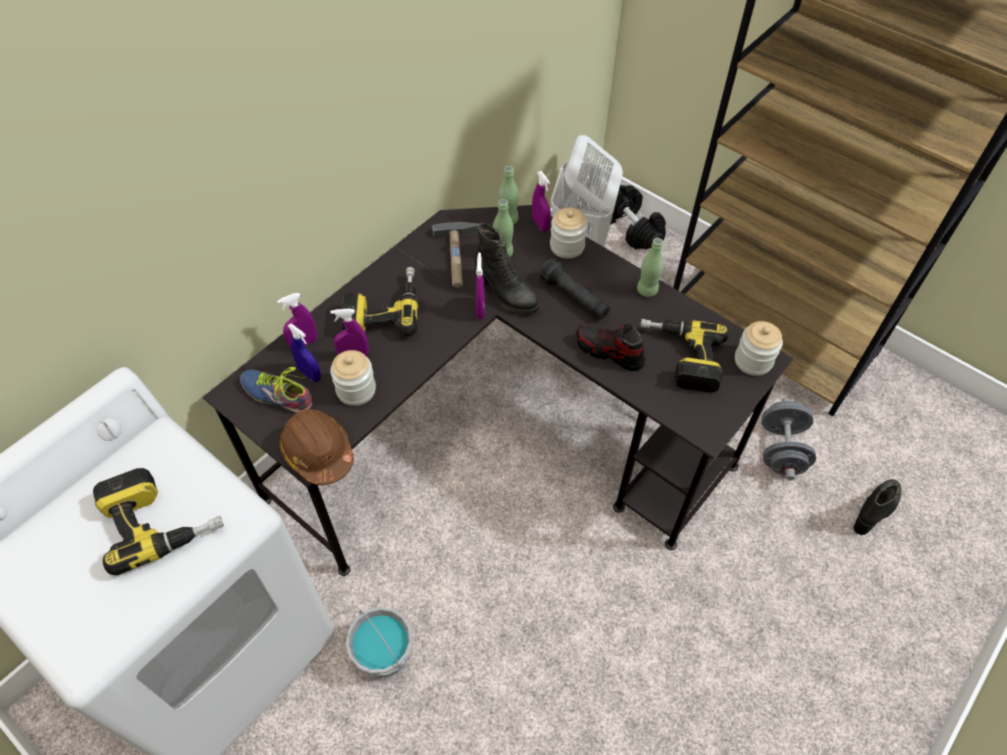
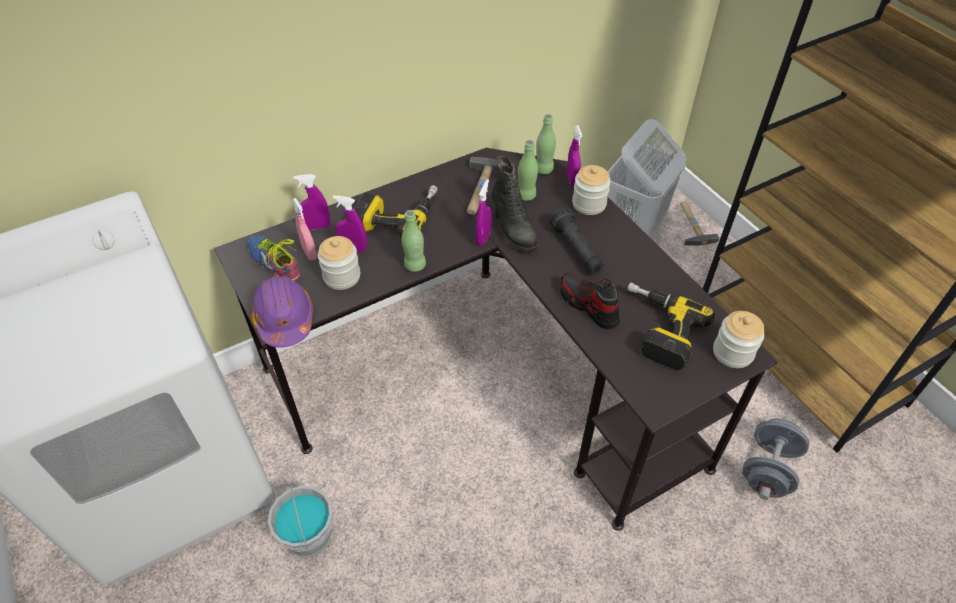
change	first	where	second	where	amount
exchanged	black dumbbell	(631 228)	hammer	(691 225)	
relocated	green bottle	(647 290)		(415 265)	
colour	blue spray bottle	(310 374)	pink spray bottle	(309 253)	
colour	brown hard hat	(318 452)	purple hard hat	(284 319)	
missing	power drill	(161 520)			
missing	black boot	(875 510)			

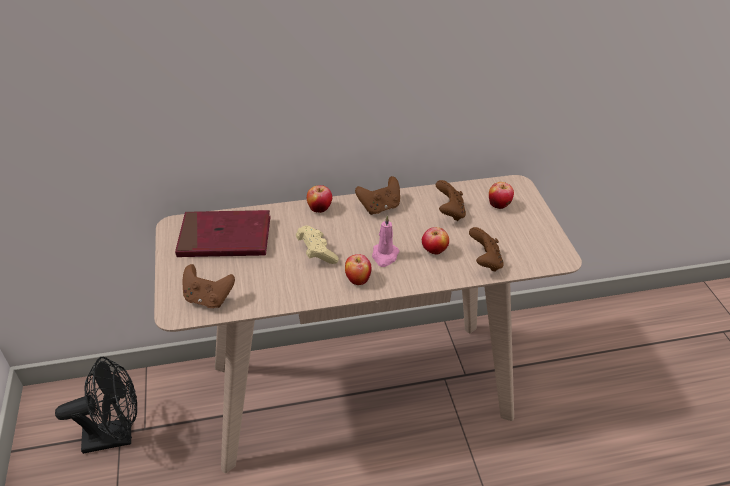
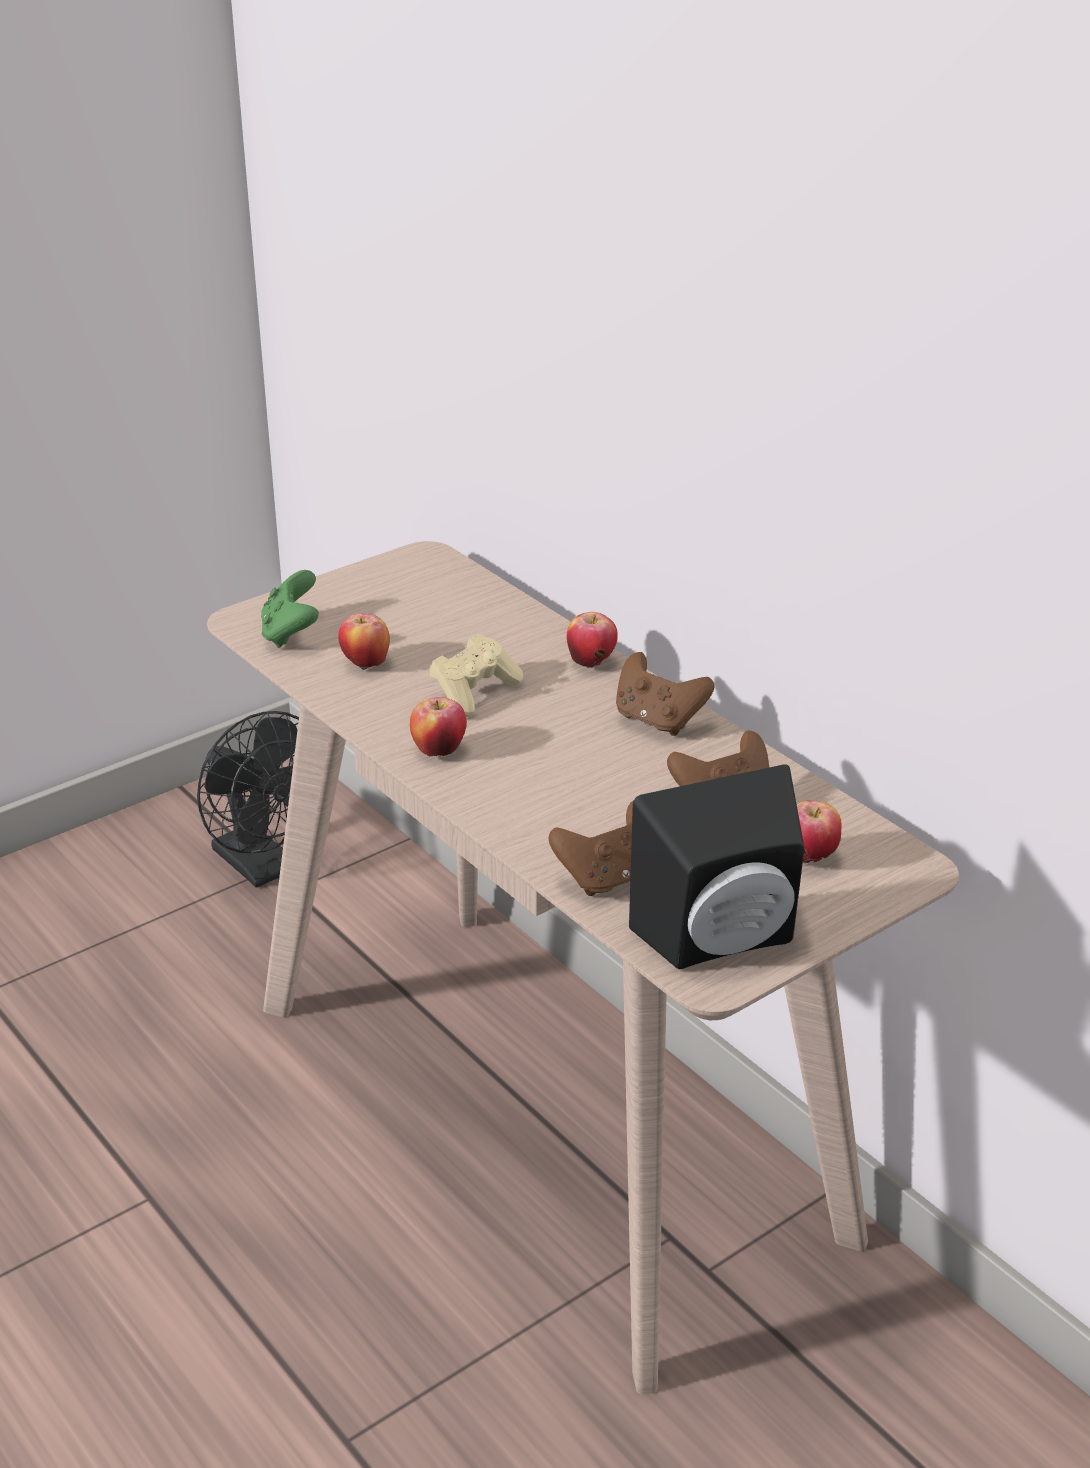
change	first	where	second	where	amount
missing	red book	(225 238)			
missing	pink candle	(384 256)			
relocated	apple	(434 251)		(365 664)	
colour	brown game controller	(208 298)	green game controller	(291 634)	
appeared			black speaker	(724 942)	

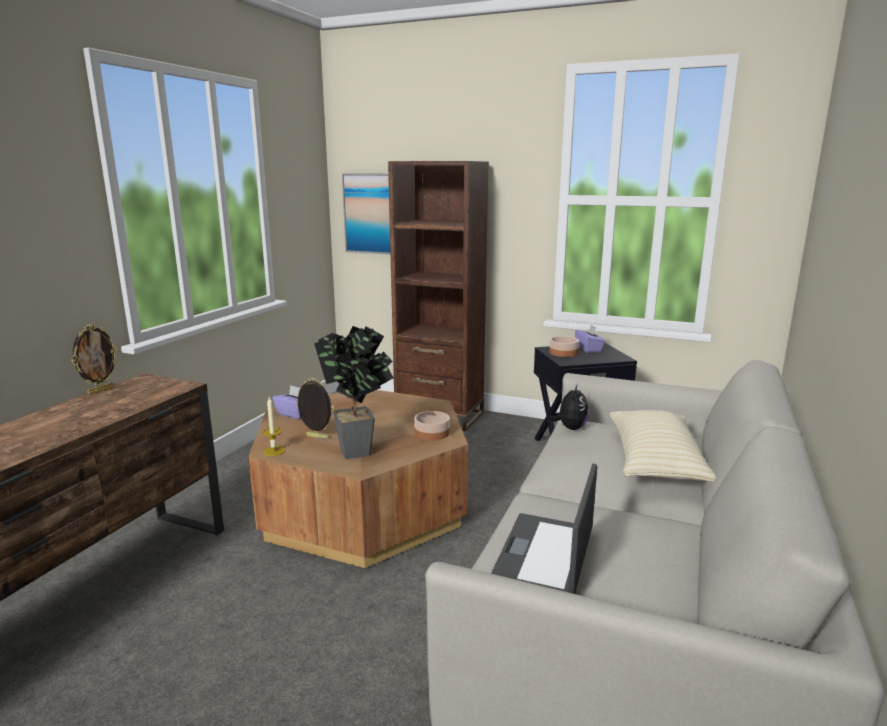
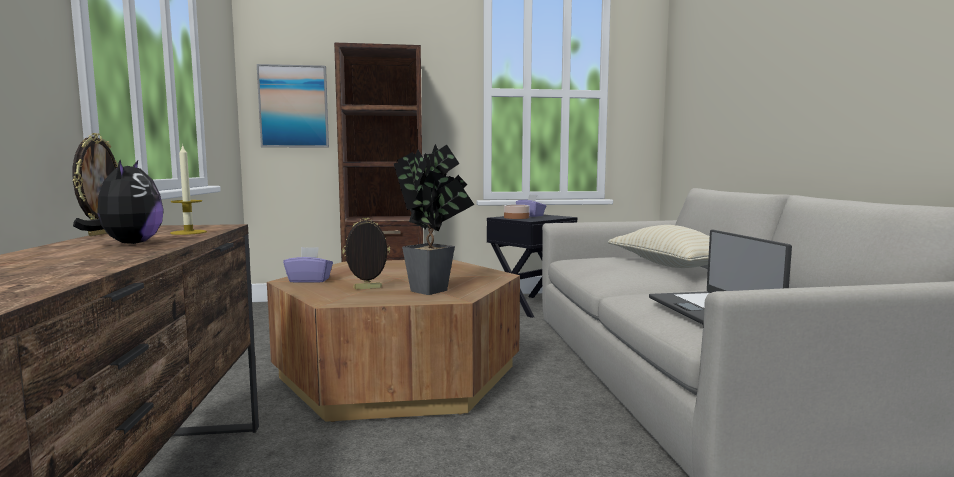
change	first	where	second	where	amount
relocated	plush toy	(570 428)		(129 244)	
relocated	candle	(274 451)		(188 232)	
missing	bowl	(432 433)			

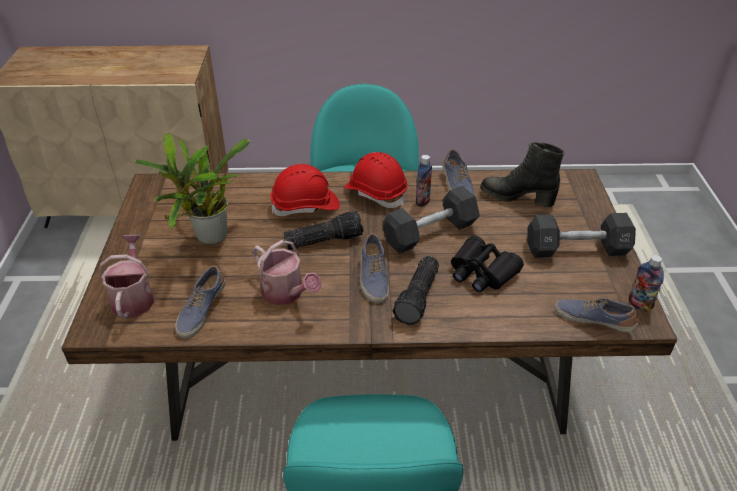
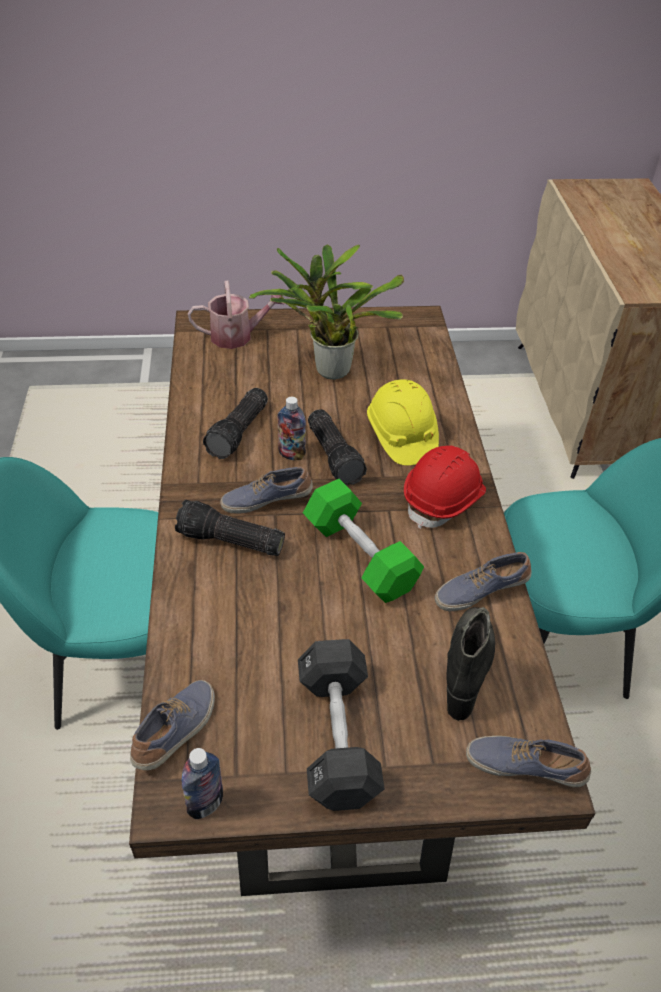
change	first	where	second	where	amount
relocated	bottle	(422 201)		(291 454)	
colour	red hard hat	(305 206)	yellow hard hat	(401 436)	
colour	black dumbbell	(430 233)	green dumbbell	(360 555)	
missing	black binoculars	(482 272)			
exchanged	watering can	(286 294)	flashlight	(240 432)	
relocated	shoe	(201 311)		(524 766)	

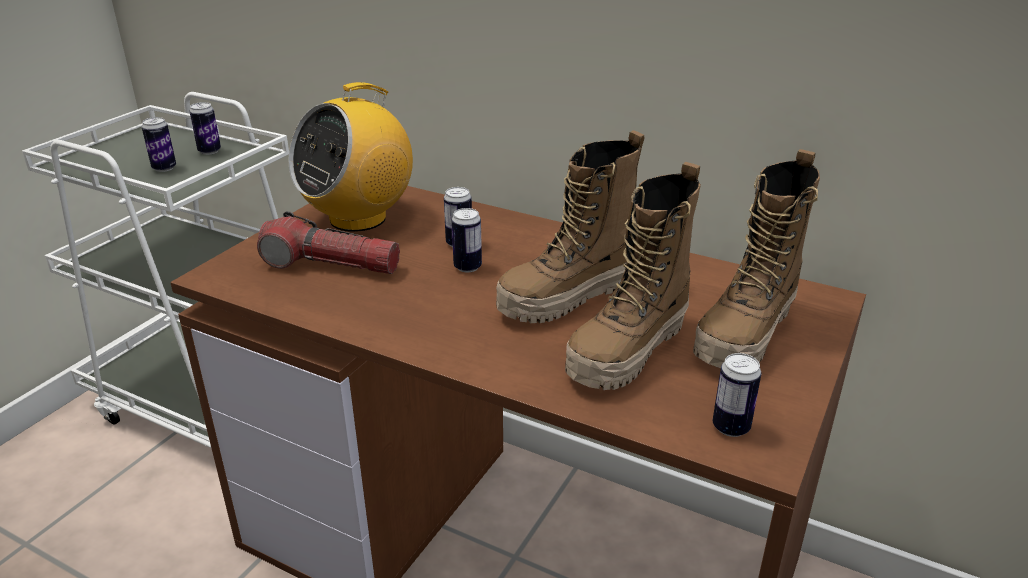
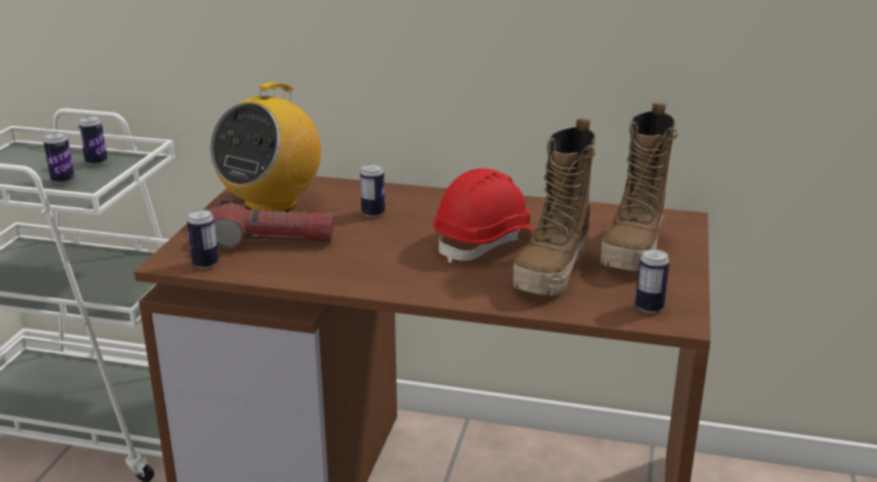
change	first	where	second	where	amount
exchanged	boot	(567 298)	red hard hat	(486 242)	
relocated	can	(467 267)		(205 264)	

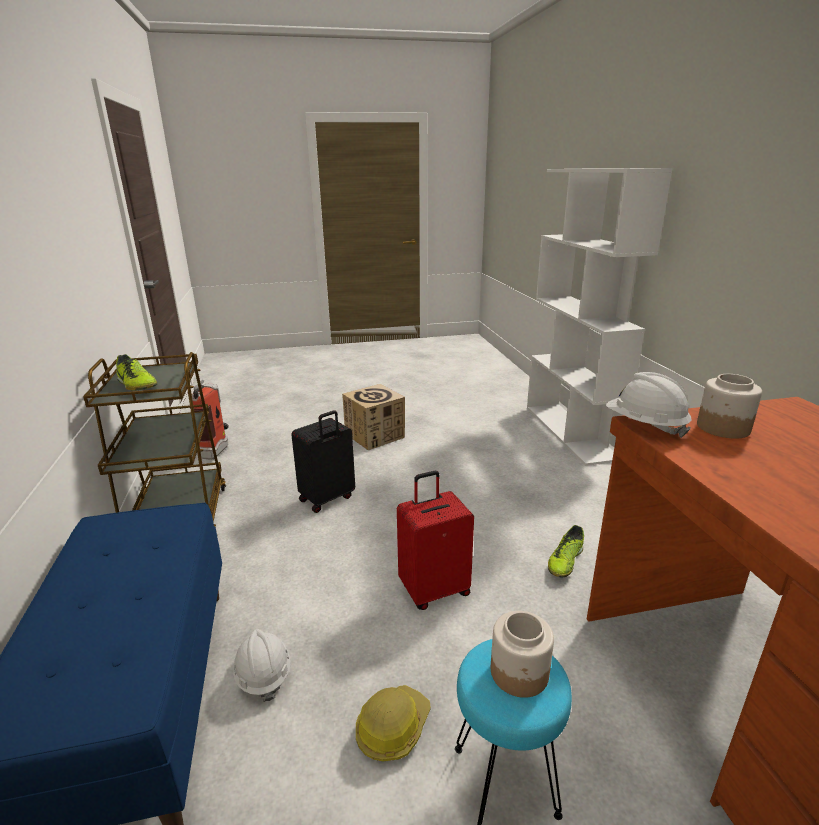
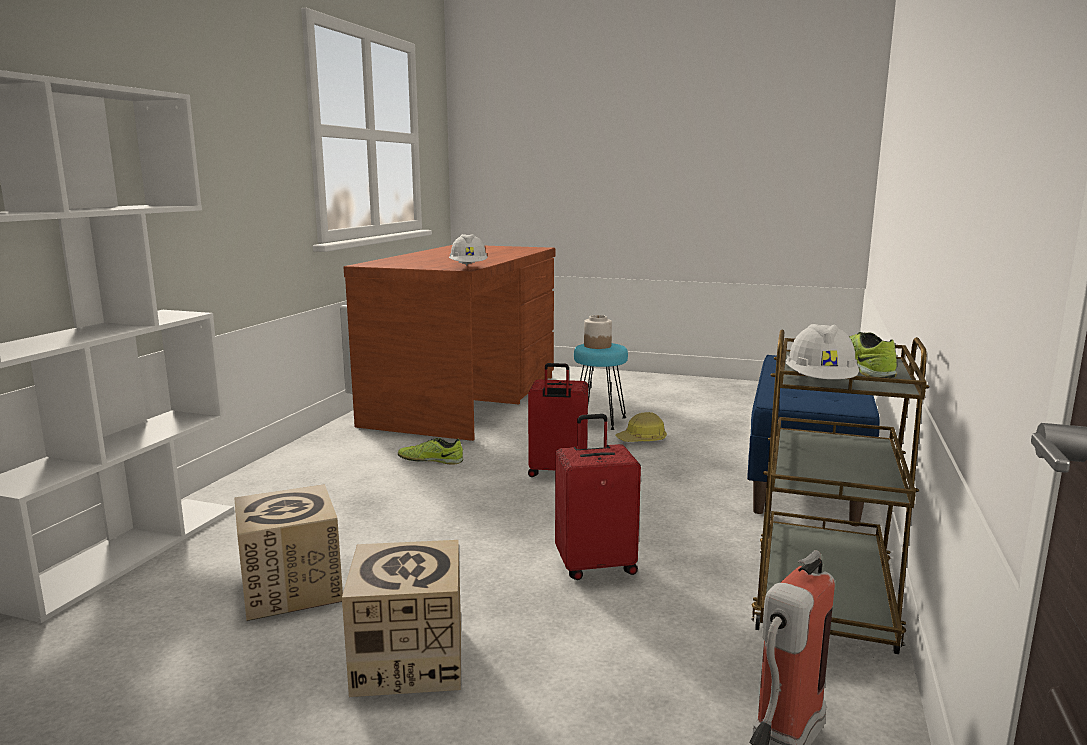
change	first	where	second	where	amount
missing	jar	(722 427)			
colour	black suitcase	(327 499)	red suitcase	(595 565)	
spun	shoe	(565 561)		(431 461)	150 degrees counterclockwise
relocated	white hard hat	(263 674)		(820 384)	
appeared			cardboard box	(291 588)	

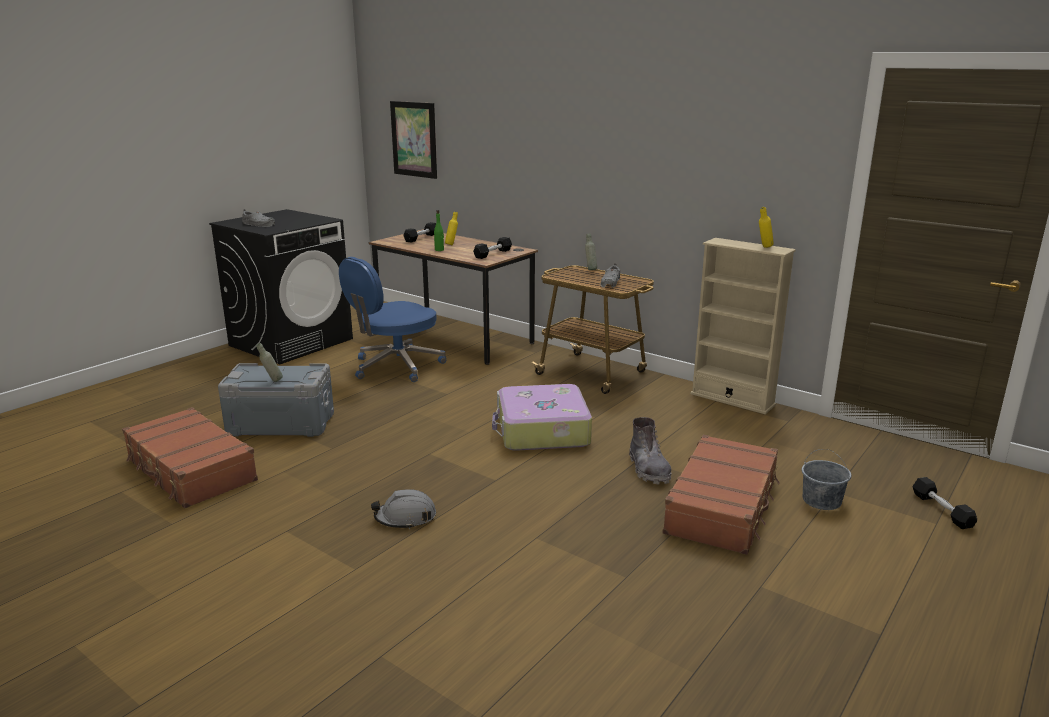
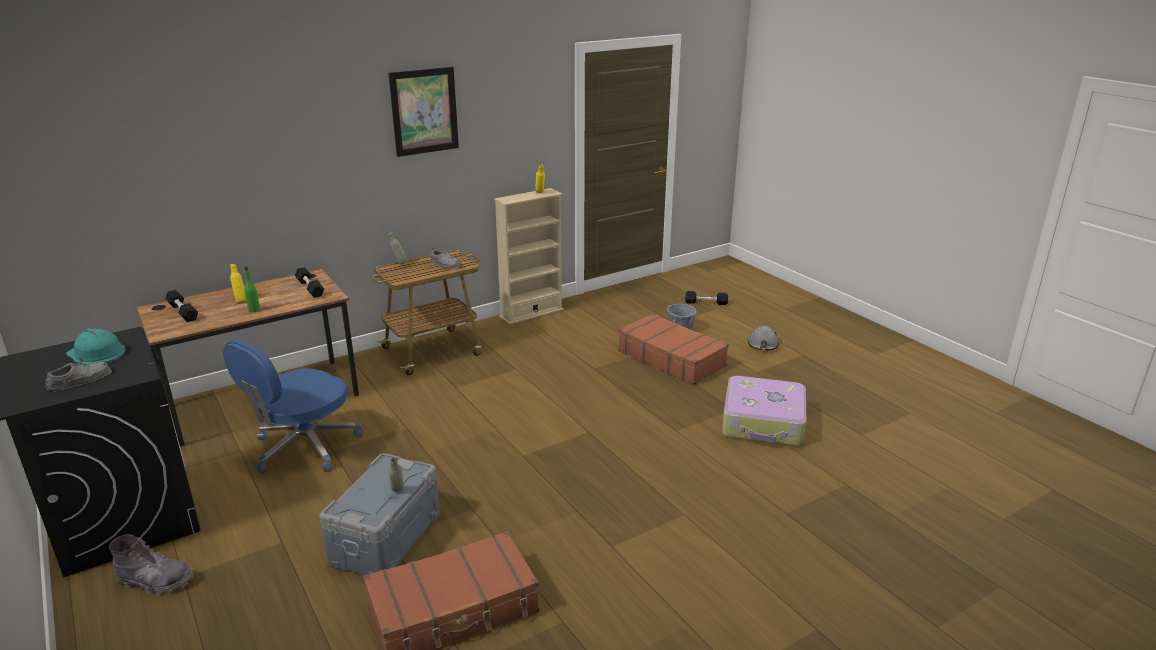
change	first	where	second	where	amount
relocated	picture	(414 139)		(424 111)	
spun	blue office chair	(396 366)		(304 447)	60 degrees clockwise
relocated	suitcase	(541 431)		(763 423)	
relocated	grey boot	(648 469)		(155 581)	
relocated	grey hard hat	(405 518)		(762 345)	
appeared			turquoise hard hat	(96 353)	

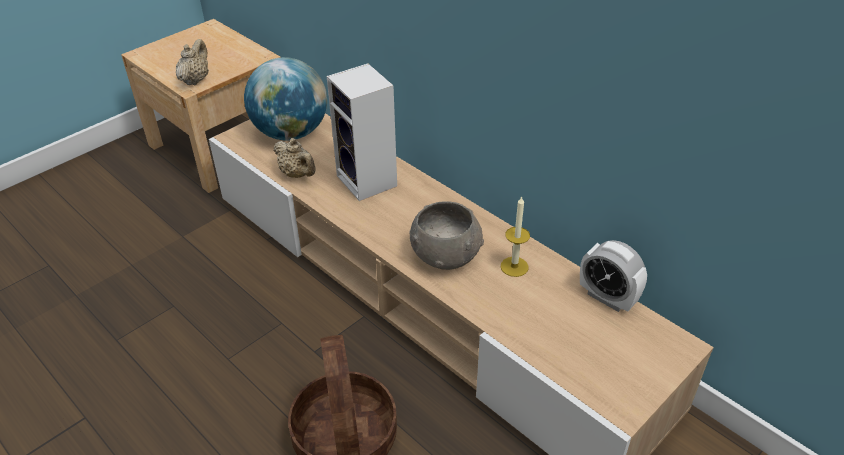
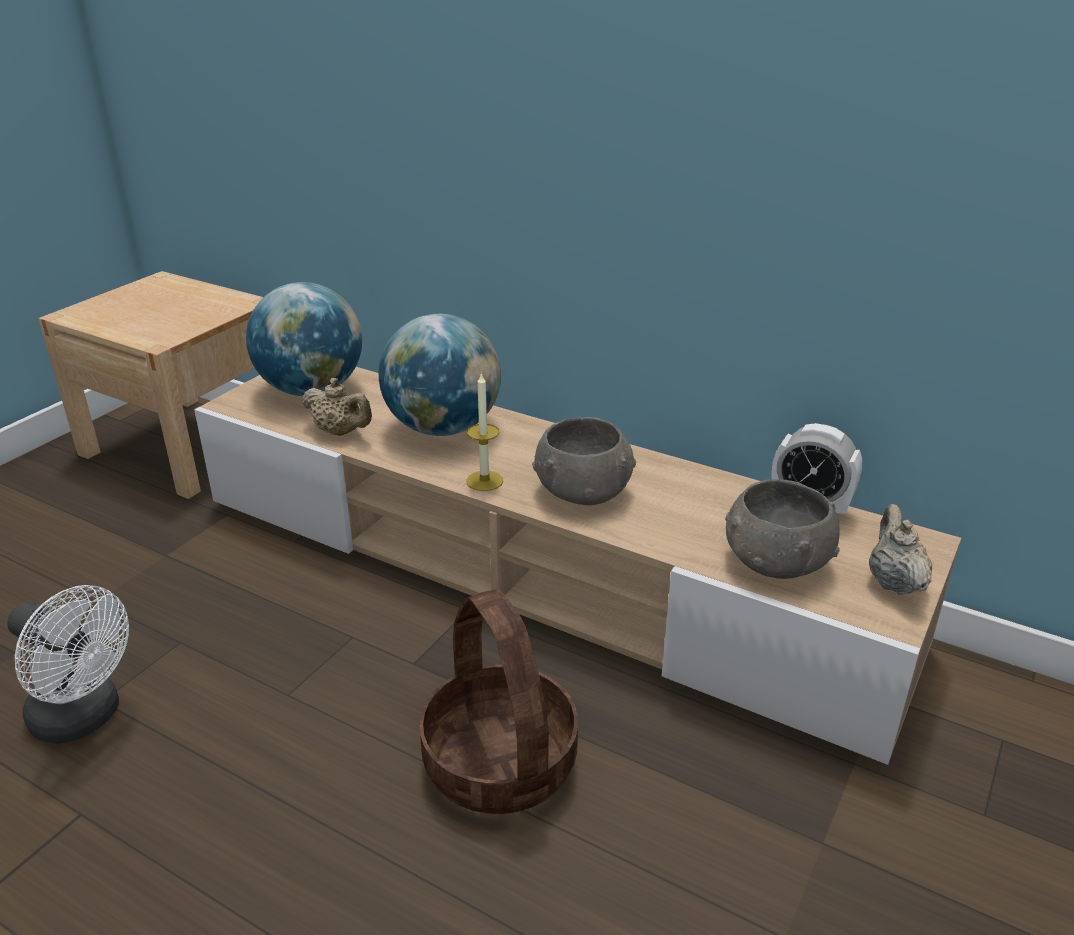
change	first	where	second	where	amount
relocated	beige teapot	(195 80)		(893 582)	
exchanged	speaker	(369 182)	globe	(443 428)	
relocated	candle	(514 266)		(484 481)	
appeared			grey bowl	(775 561)	
appeared			white fan	(85 718)	

